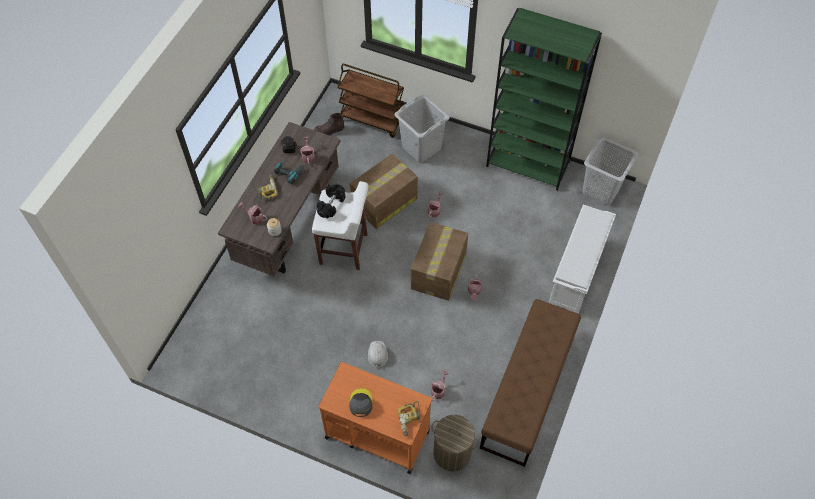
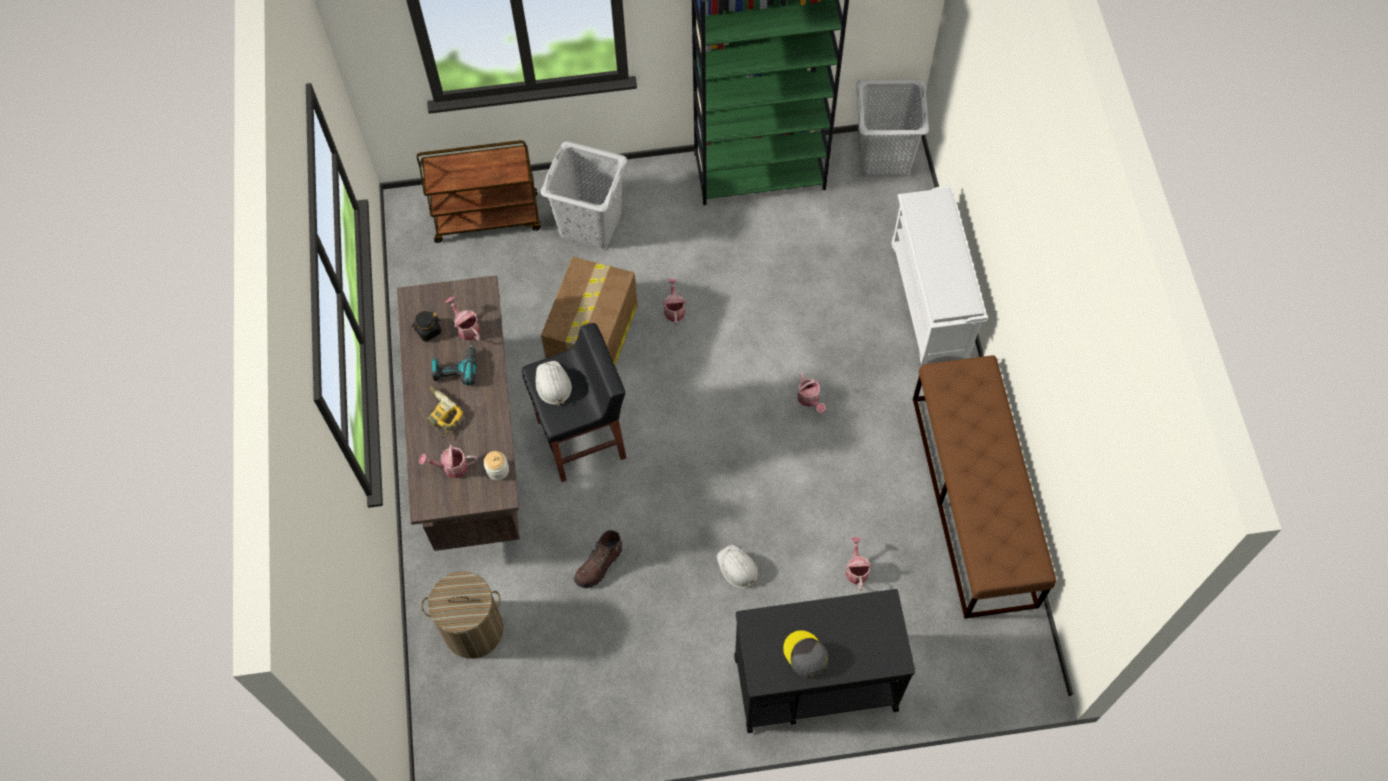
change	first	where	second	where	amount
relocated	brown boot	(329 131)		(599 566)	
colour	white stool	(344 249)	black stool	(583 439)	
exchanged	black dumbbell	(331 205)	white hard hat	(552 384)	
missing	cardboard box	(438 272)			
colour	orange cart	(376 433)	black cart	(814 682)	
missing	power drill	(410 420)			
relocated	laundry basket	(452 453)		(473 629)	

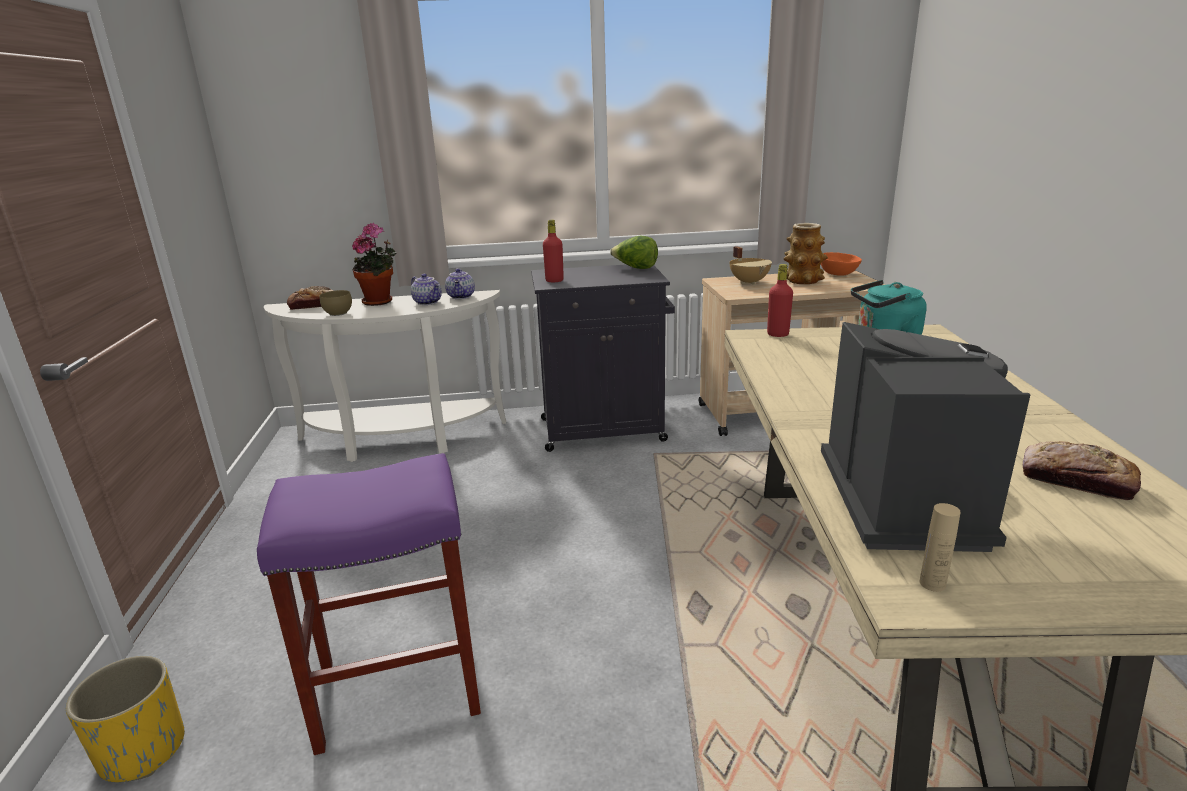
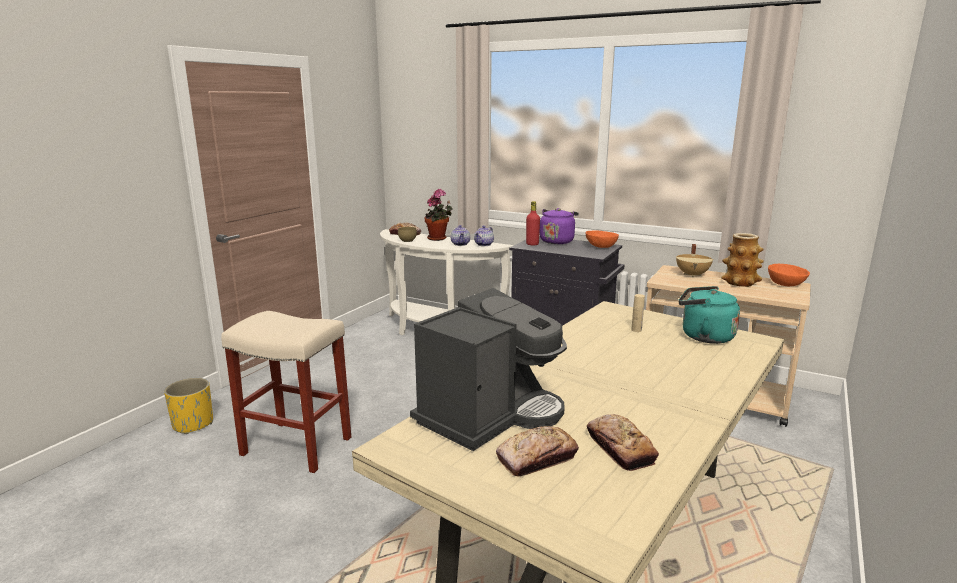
change	first	where	second	where	amount
exchanged	lettuce	(635 268)	orange bowl	(601 246)	
missing	red bottle	(778 334)			
colour	purple stool	(400 687)	beige stool	(298 446)	
relocated	beige bottle	(932 583)		(636 330)	
appeared			purple kettle	(556 241)	
appeared			bread	(537 458)	

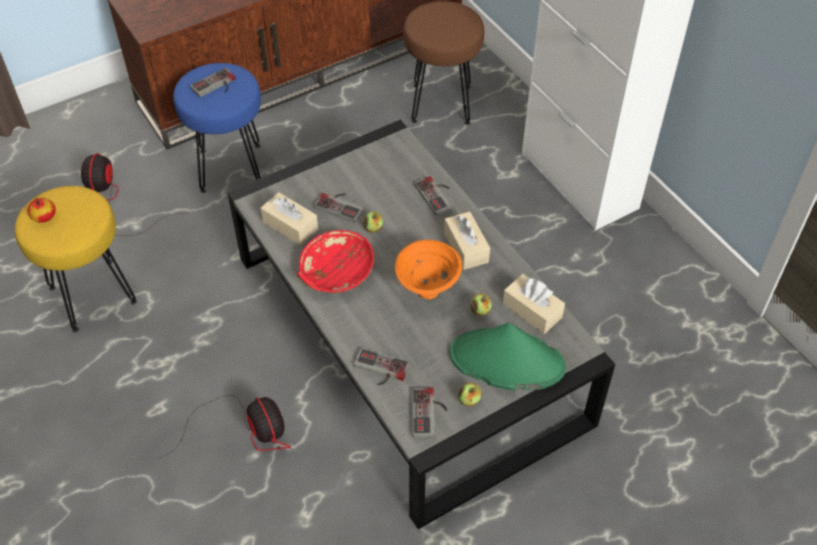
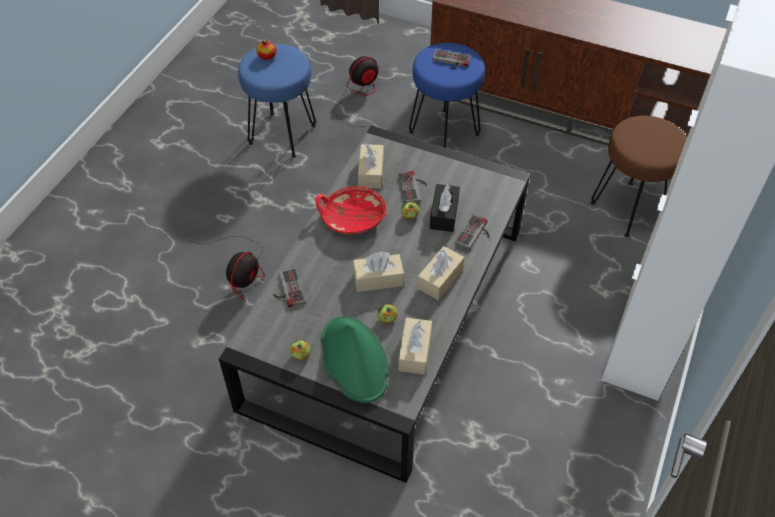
change	first	where	second	where	amount
colour	yellow stool	(93 294)	blue stool	(283 134)	
exchanged	orange bowl	(428 292)	beige tissue box	(378 279)	
missing	game controller	(430 413)			
appeared			black tissue box	(444 214)	

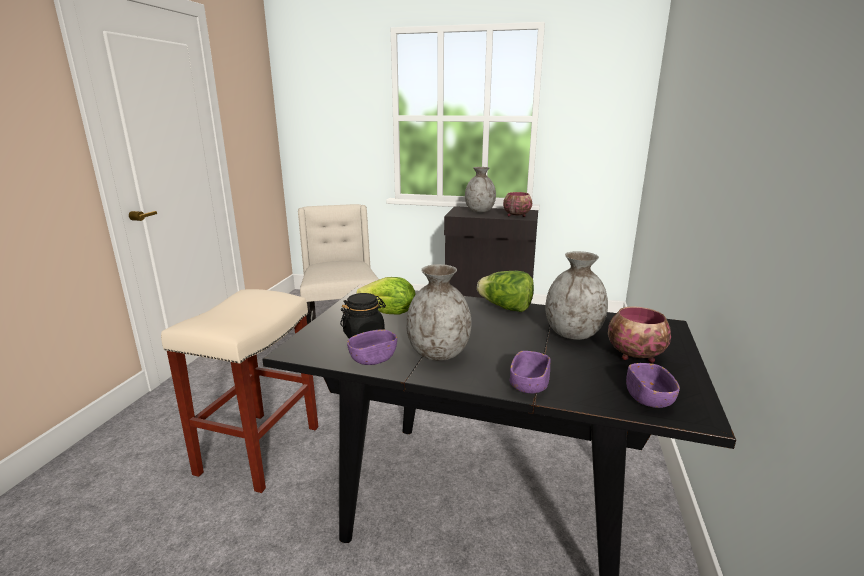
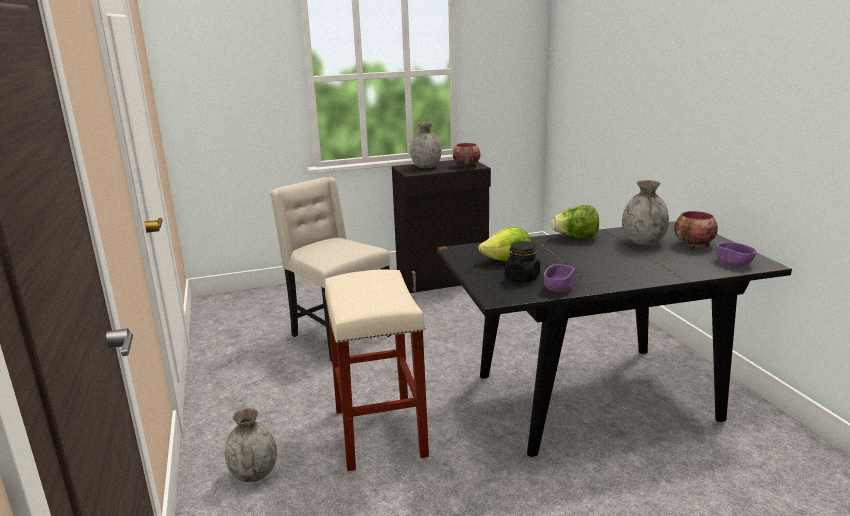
change	first	where	second	where	amount
relocated	grey vase	(438 353)		(254 474)	
missing	purple bowl	(529 385)			

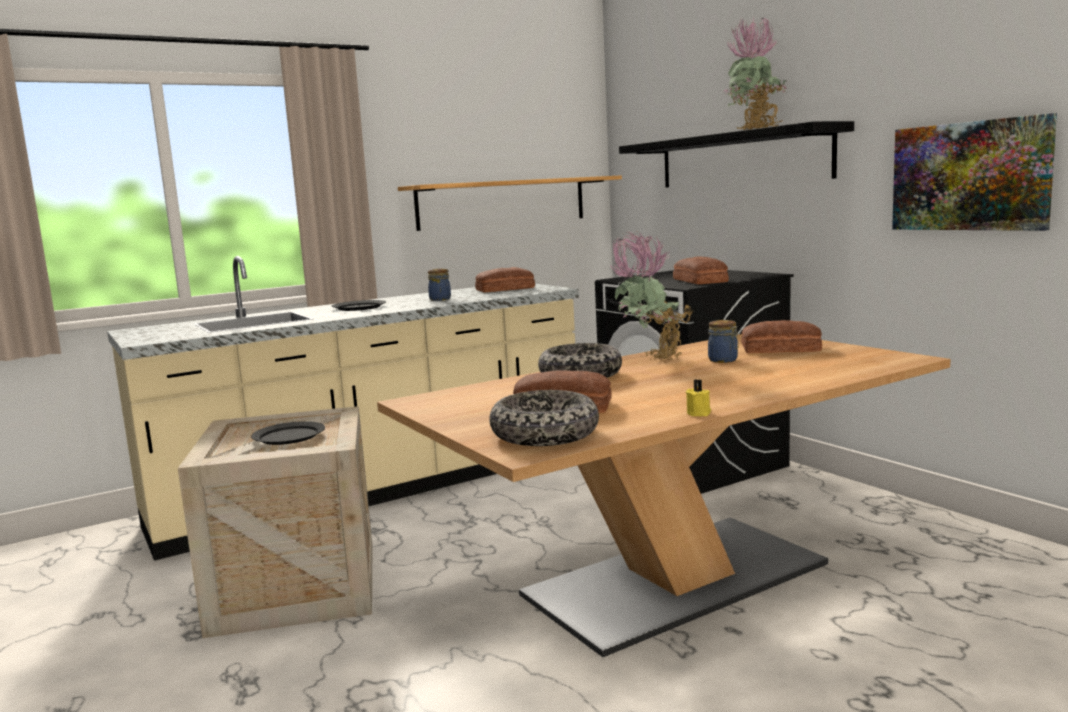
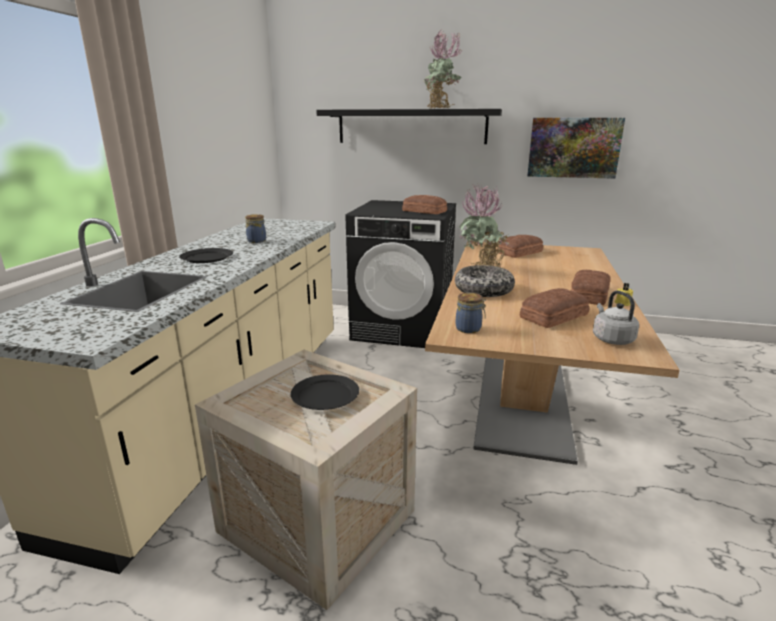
change	first	where	second	where	amount
missing	shelf	(502 203)			
relocated	bread	(504 289)		(588 295)	
relocated	jar	(724 360)		(469 329)	
exchanged	bowl	(545 434)	grey kettle	(611 339)	

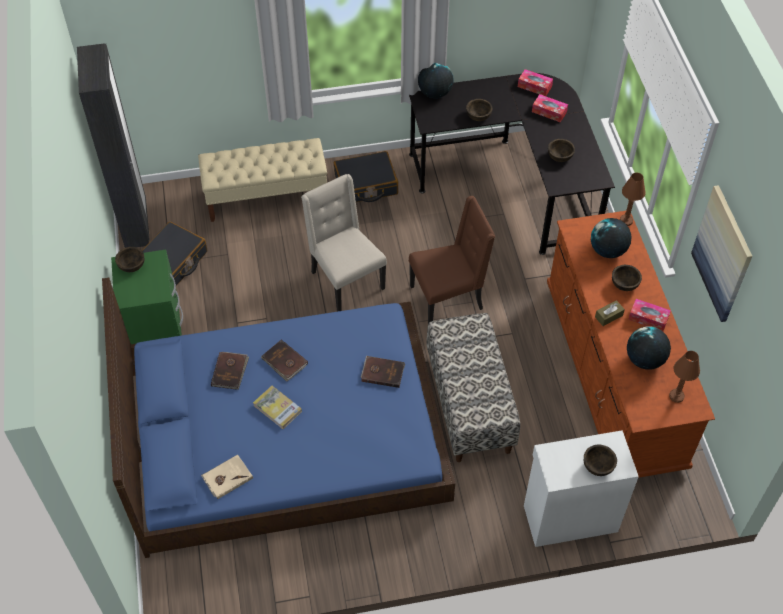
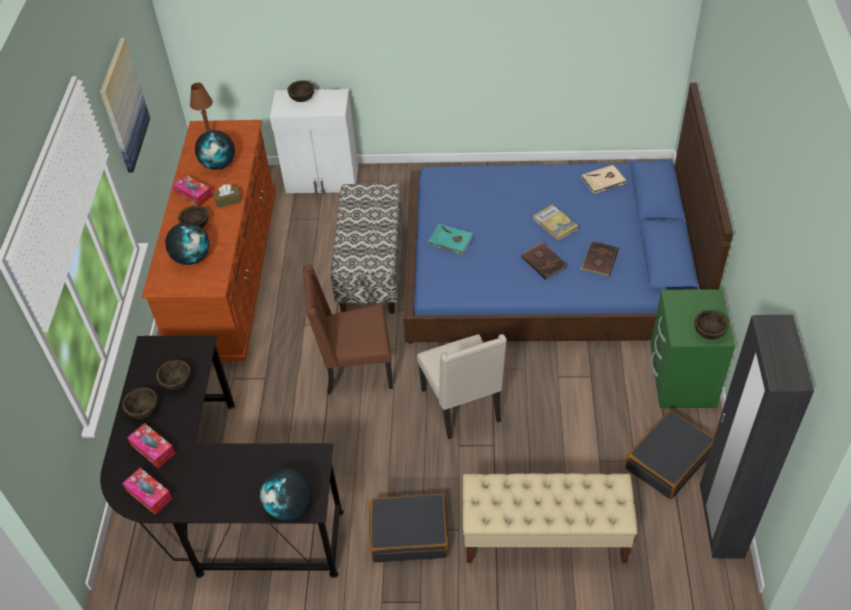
change	first	where	second	where	amount
relocated	brown bowl	(478 116)		(143 410)	
missing	brown table lamp	(626 221)			
colour	brown book	(382 372)	turquoise book	(450 241)	

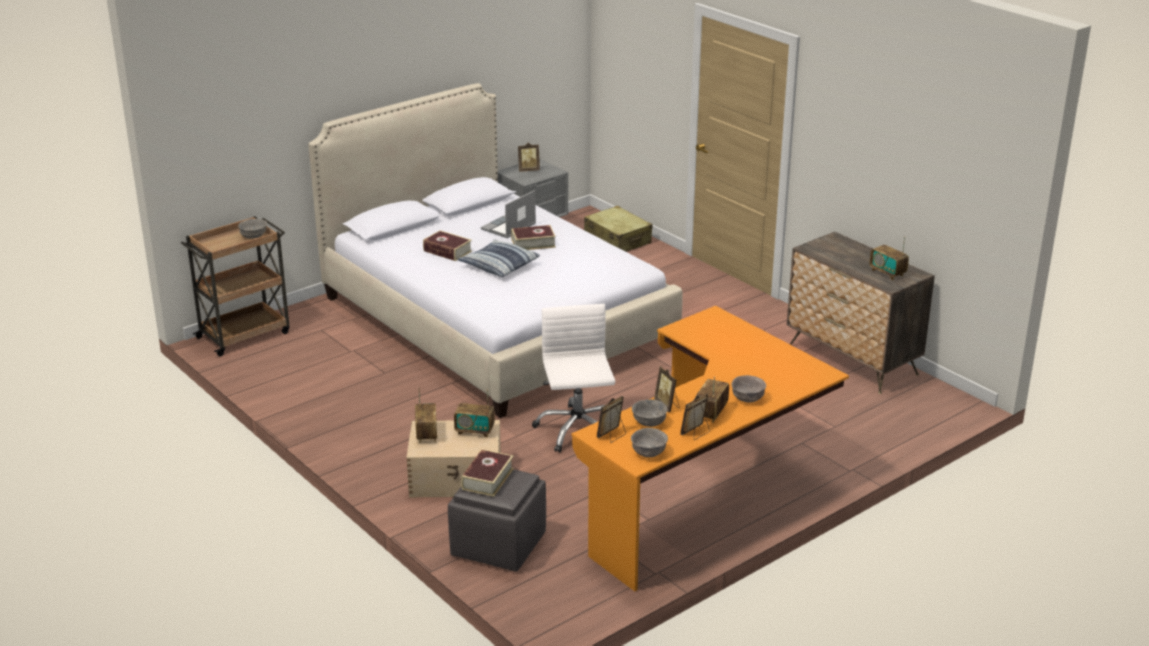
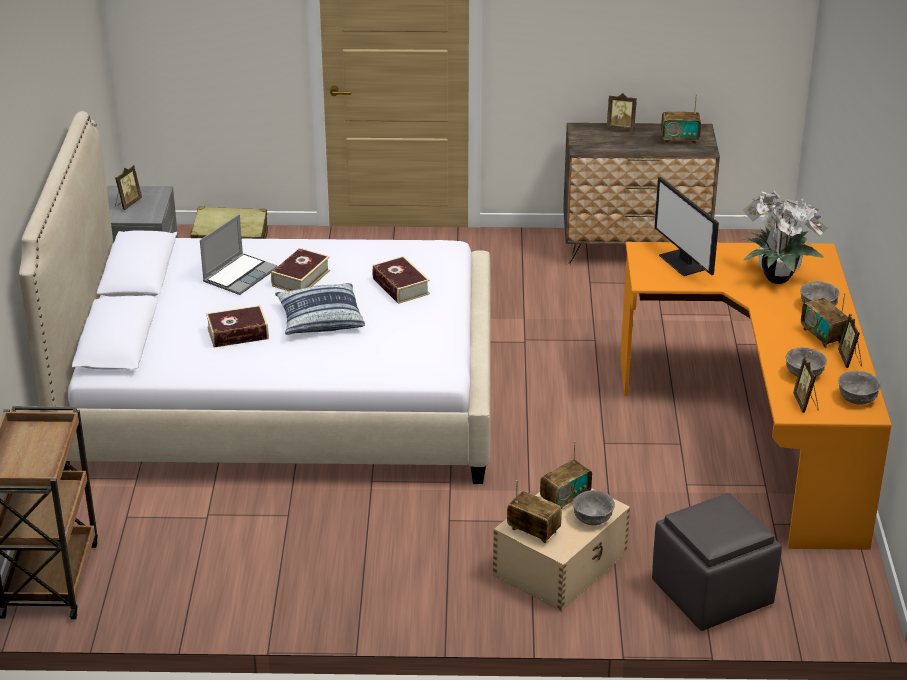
change	first	where	second	where	amount
spun	laptop	(508 227)		(240 275)	135 degrees counterclockwise
relocated	grey bowl	(253 236)		(593 519)	
missing	white office chair	(577 429)			
relocated	picture frame	(667 405)		(621 128)	
relocated	book	(487 479)		(401 286)	
appeared			monitor	(683 262)	
appeared			potted plant	(775 277)	

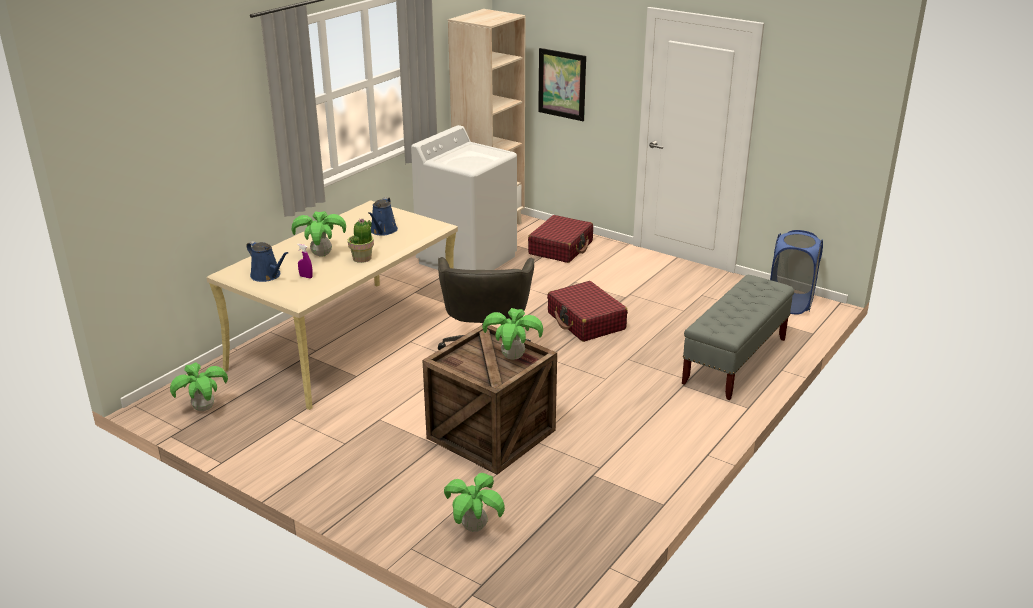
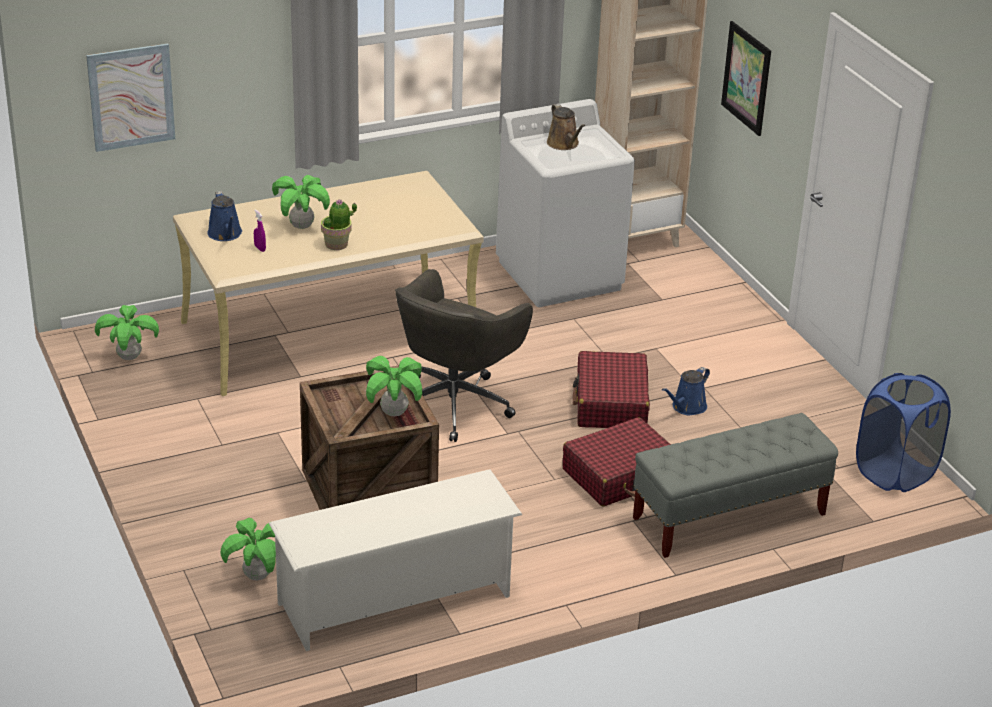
change	first	where	second	where	amount
relocated	blue watering can	(383 231)		(687 407)	
relocated	red suitcase	(561 248)		(620 475)	
appeared			picture	(131 97)	
appeared			brown watering can	(564 144)	
appeared			white shoe rack	(395 600)	

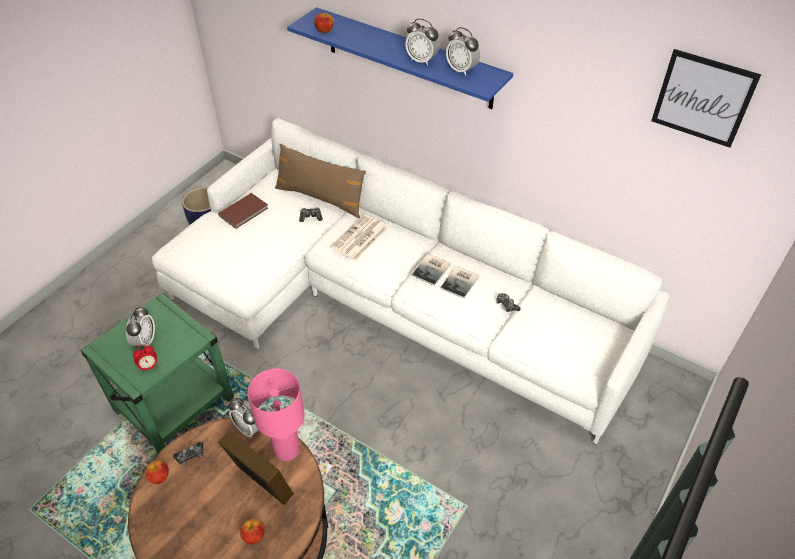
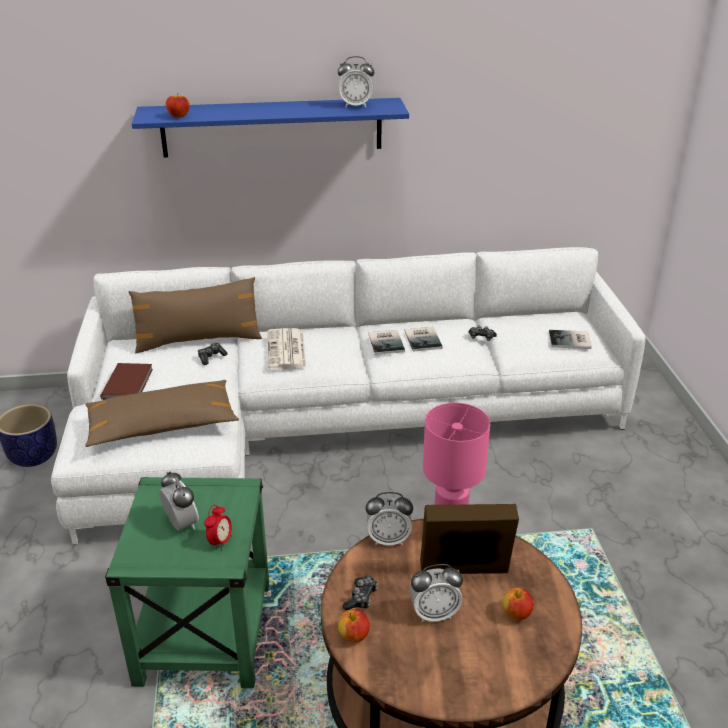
change	first	where	second	where	amount
relocated	alarm clock	(422 60)		(434 614)	
missing	picture	(703 98)			
appeared			book	(570 341)	
appeared			brown pillow	(162 425)	

